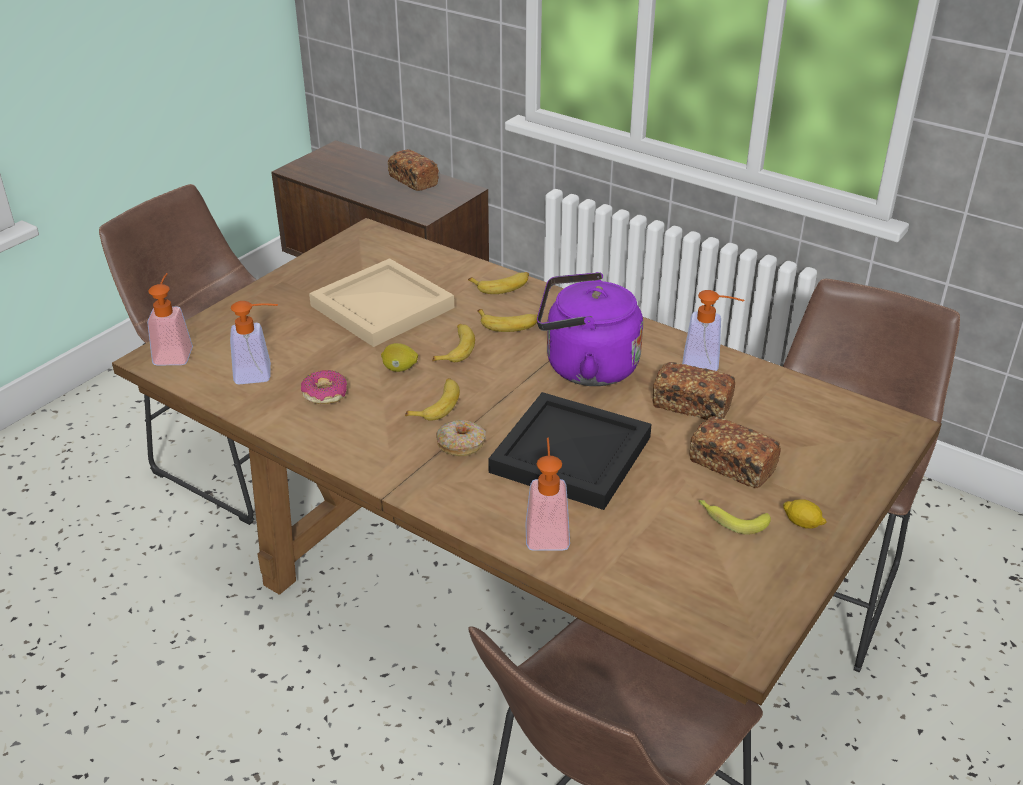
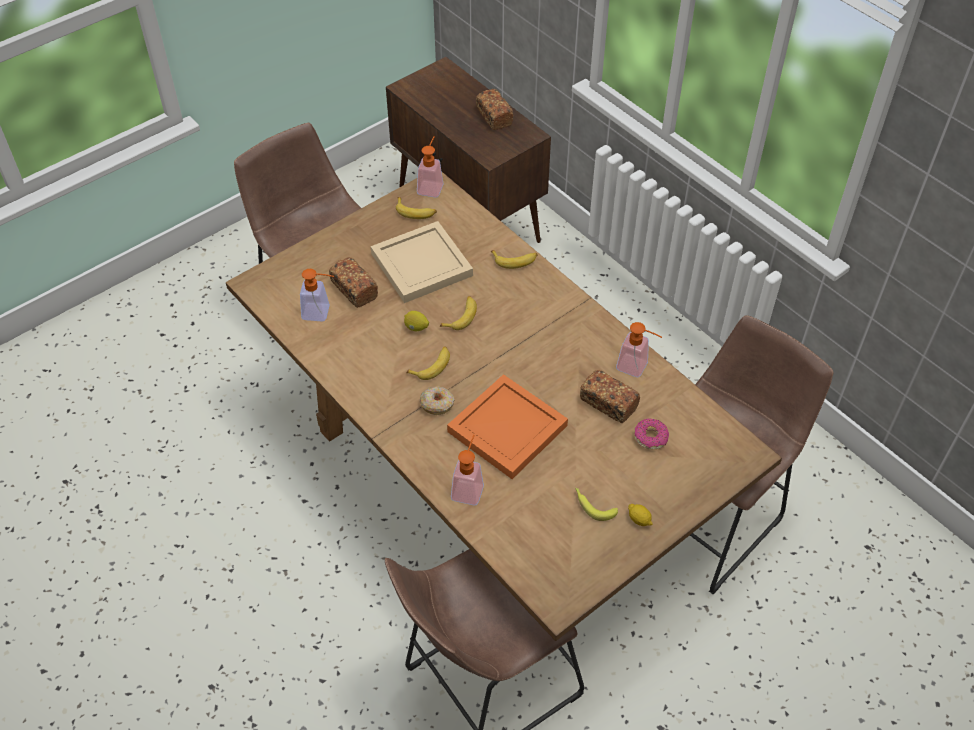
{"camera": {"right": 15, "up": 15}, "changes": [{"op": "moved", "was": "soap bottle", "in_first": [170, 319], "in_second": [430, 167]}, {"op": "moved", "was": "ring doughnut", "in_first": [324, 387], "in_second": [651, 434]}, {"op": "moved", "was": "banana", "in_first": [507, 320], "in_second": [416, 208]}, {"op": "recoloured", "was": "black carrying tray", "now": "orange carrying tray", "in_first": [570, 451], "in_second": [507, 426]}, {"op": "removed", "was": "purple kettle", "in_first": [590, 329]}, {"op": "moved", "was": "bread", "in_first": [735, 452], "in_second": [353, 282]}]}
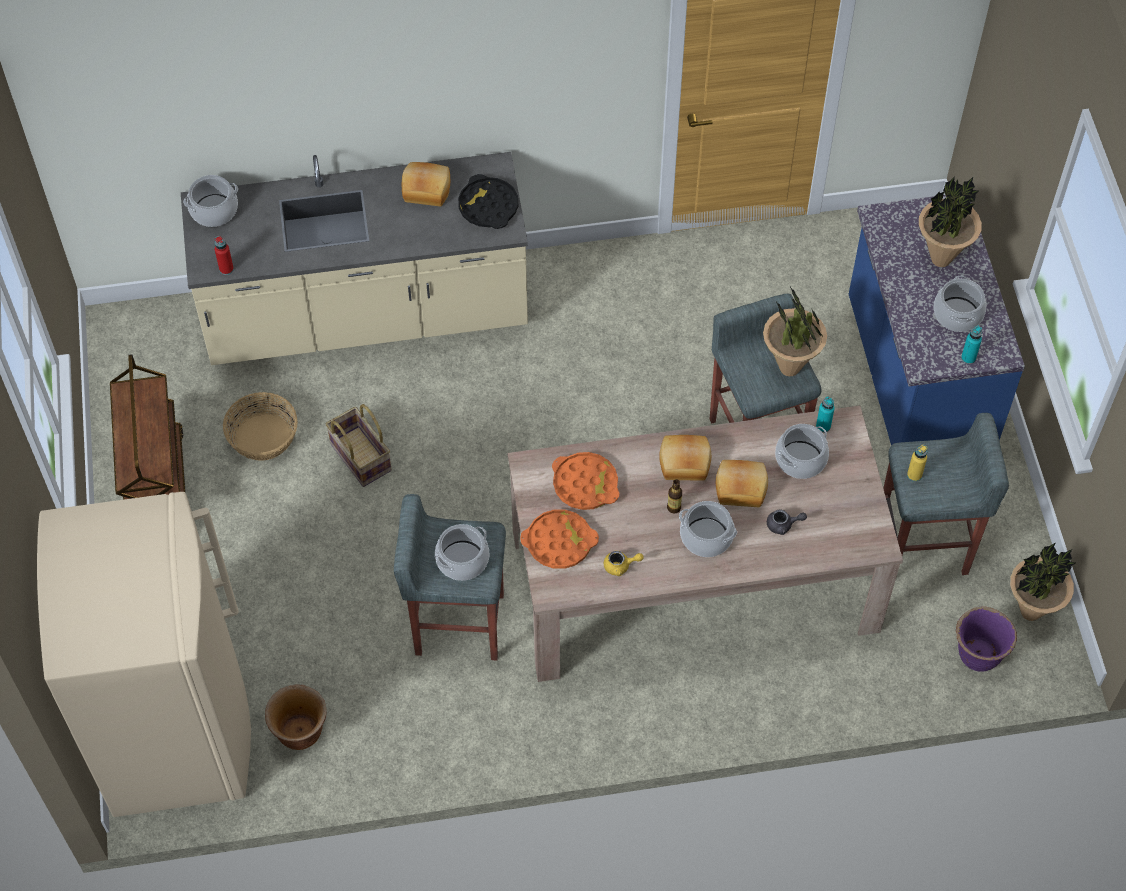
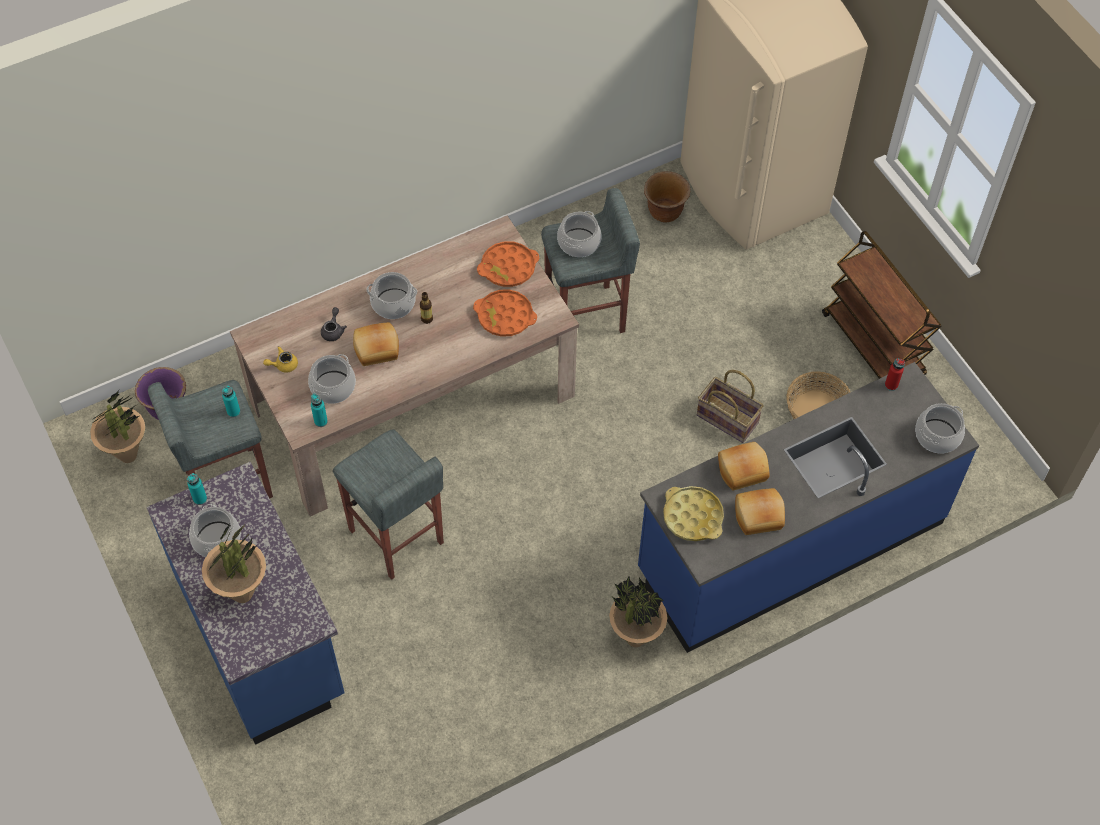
{"camera": {"right": 160, "up": 0}, "changes": [{"op": "recoloured", "was": "beige kitchen base unit", "now": "blue-coloured kitchen base unit", "in_first": [354, 258], "in_second": [808, 507]}, {"op": "recoloured", "was": "black carrying tray", "now": "yellowish carrying tray", "in_first": [488, 201], "in_second": [693, 513]}, {"op": "moved", "was": "yellowish pot for tea", "in_first": [624, 563], "in_second": [280, 359]}, {"op": "moved", "was": "bread", "in_first": [685, 458], "in_second": [744, 466]}, {"op": "moved", "was": "houseplant", "in_first": [795, 331], "in_second": [638, 611]}, {"op": "turned", "was": "grey pot for tea", "in_first": [787, 522], "in_second": [334, 324], "clockwise": 120}, {"op": "recoloured", "was": "yellowish beverage bottle", "now": "turquoise beverage bottle", "in_first": [917, 463], "in_second": [231, 401]}]}
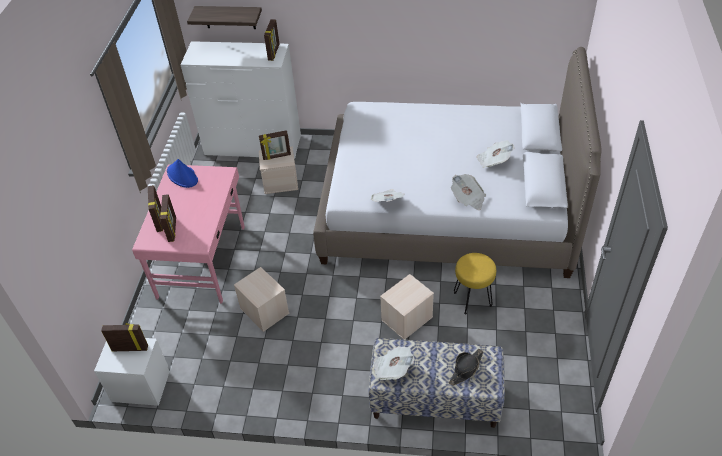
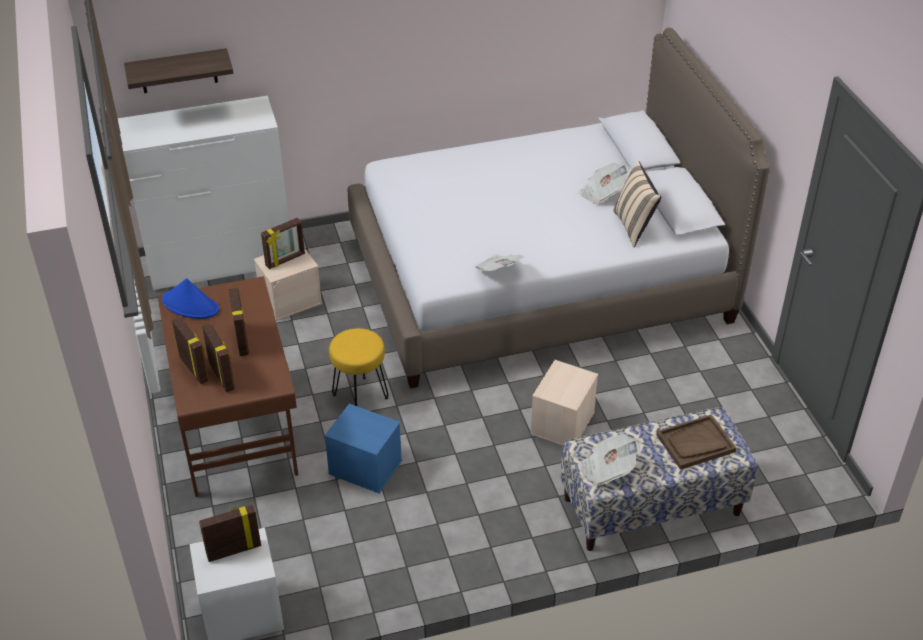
{"camera": {"right": -25, "up": -5}, "changes": [{"op": "recoloured", "was": "pink desk", "now": "brown desk", "in_first": [188, 234], "in_second": [227, 386]}, {"op": "recoloured", "was": "beige storage bin", "now": "blue-coloured storage bin", "in_first": [261, 299], "in_second": [363, 449]}, {"op": "moved", "was": "photo frame", "in_first": [272, 40], "in_second": [238, 322]}, {"op": "replaced", "was": "black hat", "now": "brown carrying tray", "in_first": [466, 367], "in_second": [696, 442]}, {"op": "removed", "was": "printed paper", "in_first": [468, 192]}, {"op": "moved", "was": "yellowish stool", "in_first": [475, 283], "in_second": [359, 367]}, {"op": "added", "now": "beige throw pillow", "in_second": [637, 204]}]}
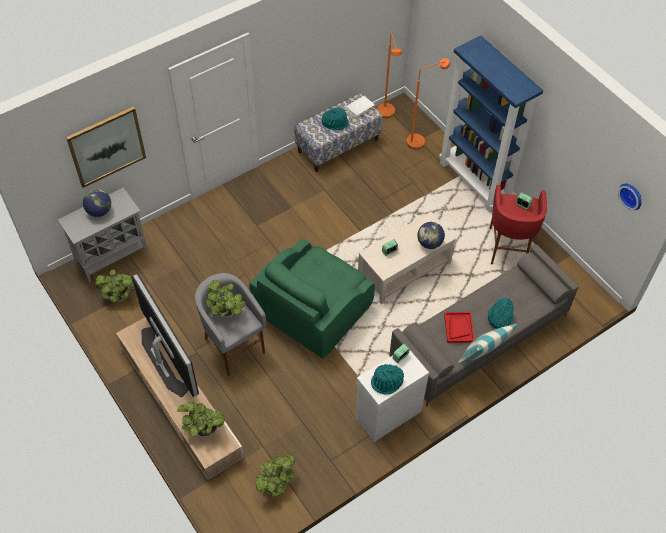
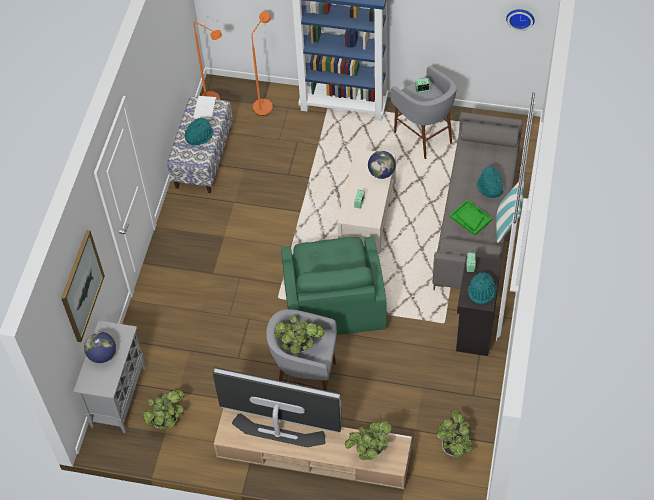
{"camera": {"right": -40, "up": 0}, "changes": [{"op": "recoloured", "was": "white-coloured cabinet", "now": "black cabinet", "in_first": [392, 396], "in_second": [479, 305]}, {"op": "recoloured", "was": "red carrying tray", "now": "green-coloured carrying tray", "in_first": [459, 327], "in_second": [471, 218]}, {"op": "recoloured", "was": "red stool", "now": "grey stool", "in_first": [518, 225], "in_second": [424, 112]}]}
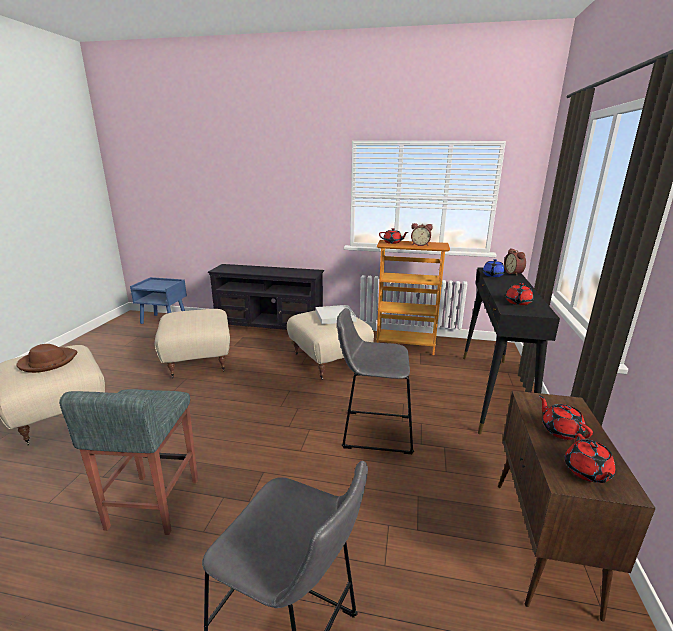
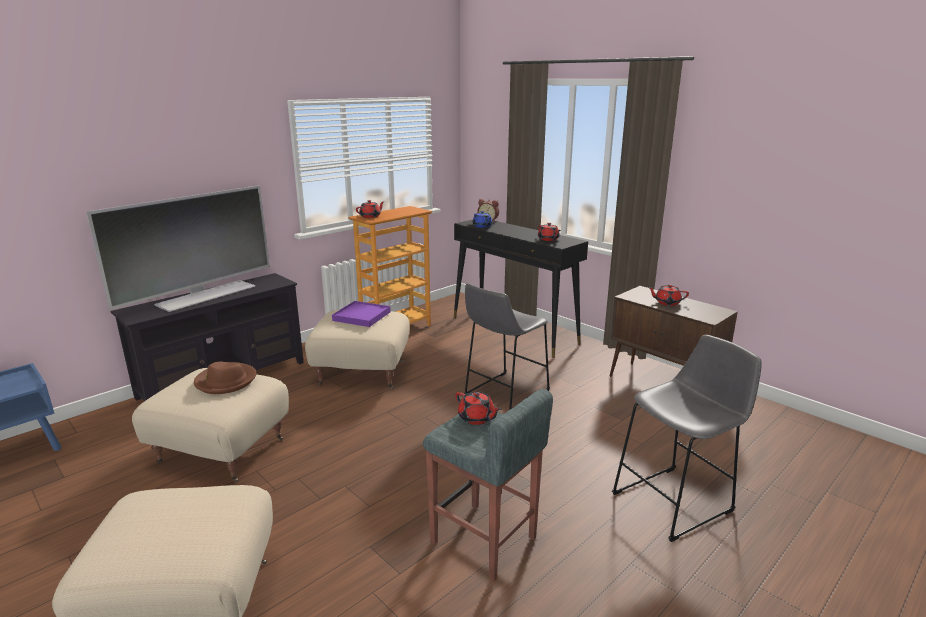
{"camera": {"right": -55, "up": 0}, "changes": [{"op": "moved", "was": "brown hat", "in_first": [47, 358], "in_second": [225, 377]}, {"op": "recoloured", "was": "white-coloured carrying tray", "now": "purple carrying tray", "in_first": [336, 314], "in_second": [361, 314]}, {"op": "removed", "was": "table clock", "in_first": [422, 234]}, {"op": "moved", "was": "red pot for tea", "in_first": [590, 458], "in_second": [478, 408]}, {"op": "added", "now": "television", "in_second": [178, 248]}]}
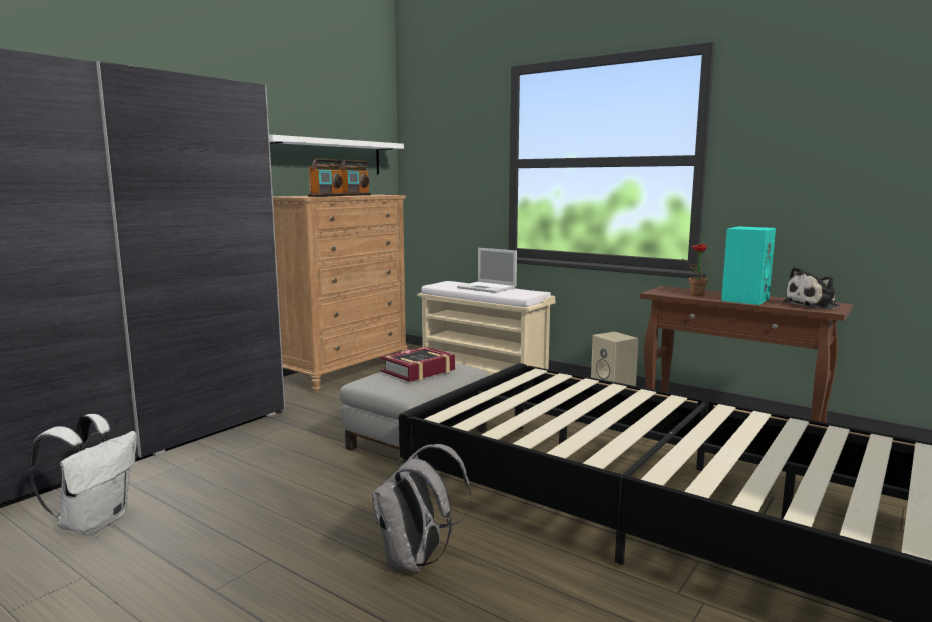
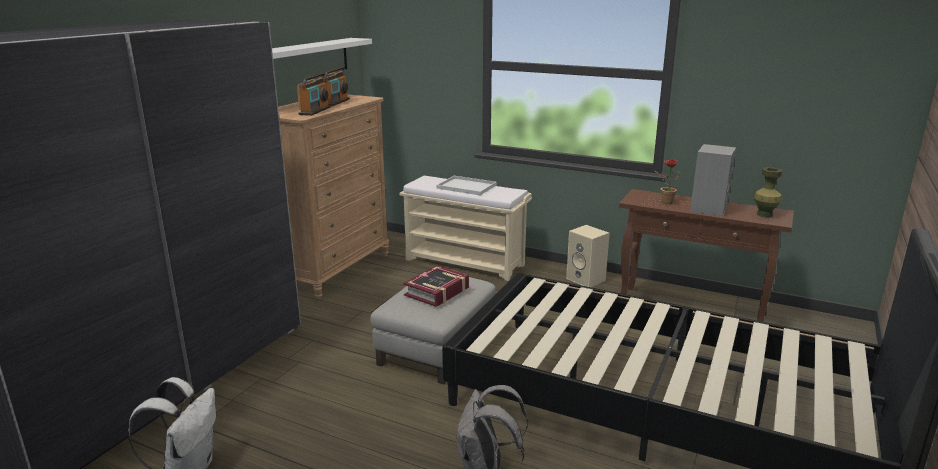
{"camera": {"right": -10, "up": 10}, "changes": [{"op": "replaced", "was": "portable computer", "now": "white-coloured carrying tray", "in_first": [487, 270], "in_second": [466, 185]}, {"op": "recoloured", "was": "turquoise audio speaker", "now": "grey audio speaker", "in_first": [748, 265], "in_second": [713, 180]}, {"op": "replaced", "was": "plush toy", "now": "green-coloured flower vase", "in_first": [811, 288], "in_second": [768, 192]}]}
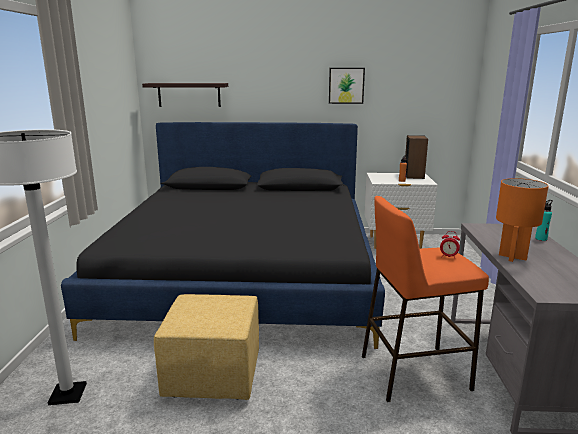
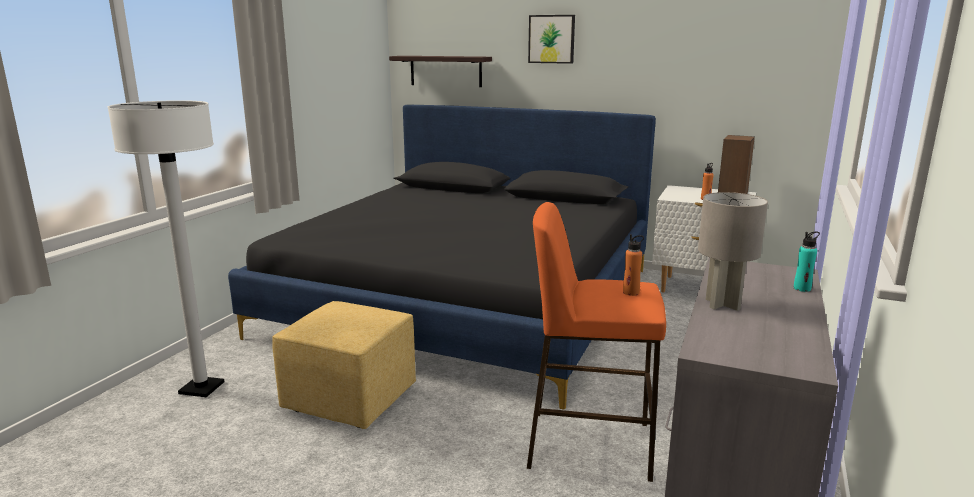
{"camera": {"right": 20, "up": 0}, "changes": [{"op": "moved", "was": "picture", "in_first": [347, 86], "in_second": [551, 39]}, {"op": "replaced", "was": "table clock", "now": "orange beverage bottle", "in_first": [450, 244], "in_second": [633, 265]}, {"op": "recoloured", "was": "orange tabletop lamp", "now": "grey tabletop lamp", "in_first": [522, 220], "in_second": [733, 251]}]}
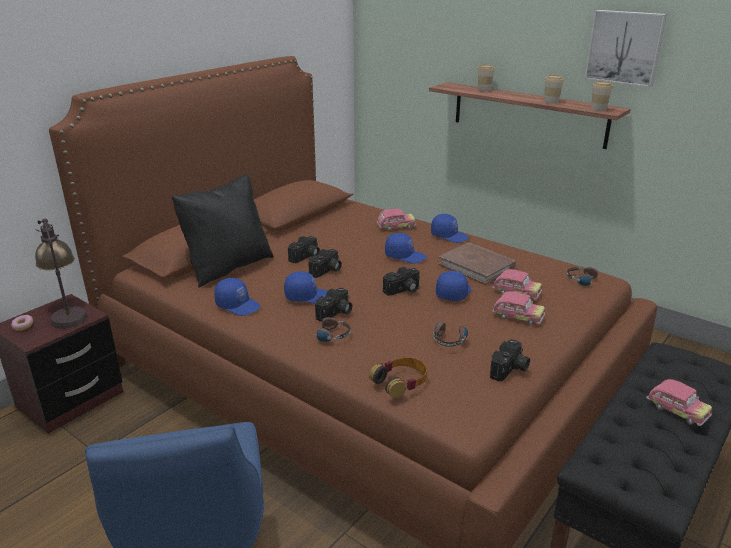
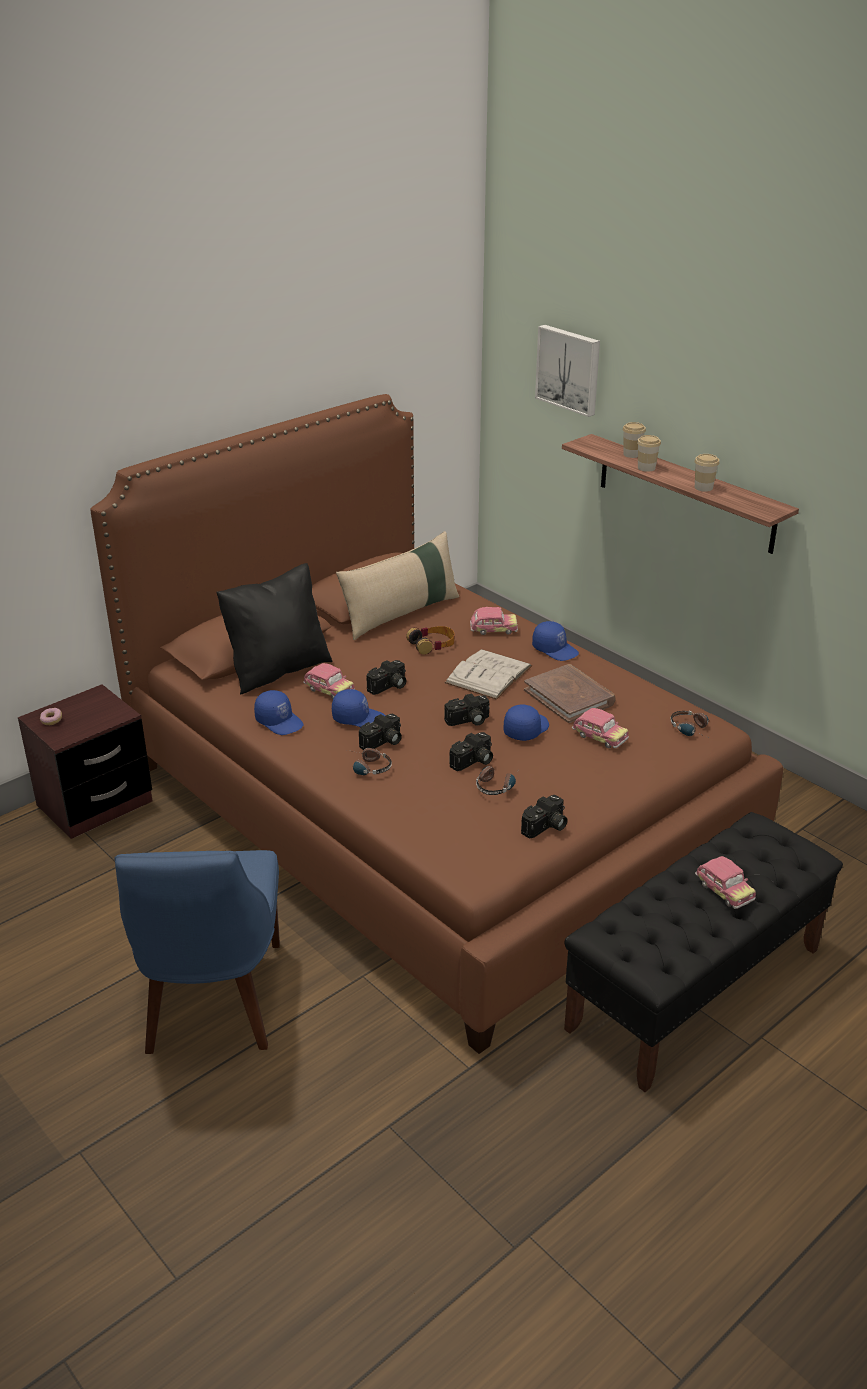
{"camera": {"right": 10, "up": 5}, "changes": [{"op": "removed", "was": "tabletop lamp", "in_first": [61, 274]}, {"op": "moved", "was": "still camera", "in_first": [304, 249], "in_second": [471, 751]}, {"op": "moved", "was": "headset", "in_first": [398, 377], "in_second": [430, 640]}, {"op": "replaced", "was": "blue-coloured baseball cap", "now": "white-coloured volume", "in_first": [406, 248], "in_second": [488, 674]}, {"op": "moved", "was": "model car", "in_first": [518, 308], "in_second": [329, 681]}, {"op": "moved", "was": "picture", "in_first": [626, 48], "in_second": [567, 371]}, {"op": "moved", "was": "small cup", "in_first": [602, 96], "in_second": [649, 453]}, {"op": "added", "now": "beige throw pillow", "in_second": [397, 585]}]}
